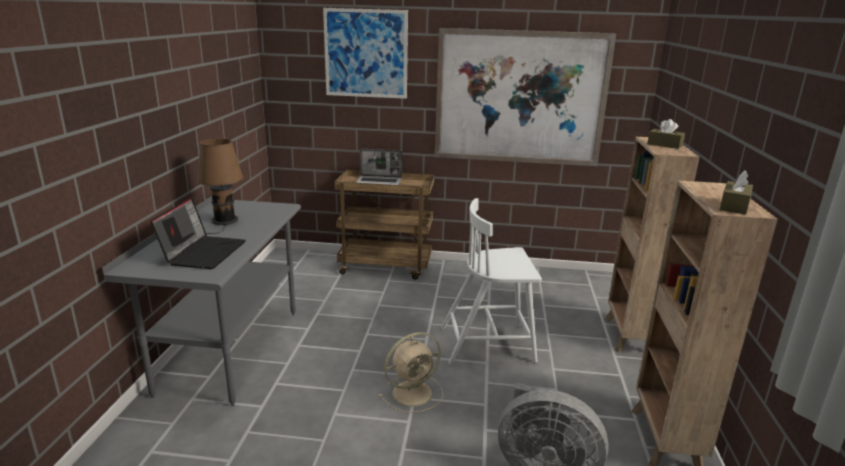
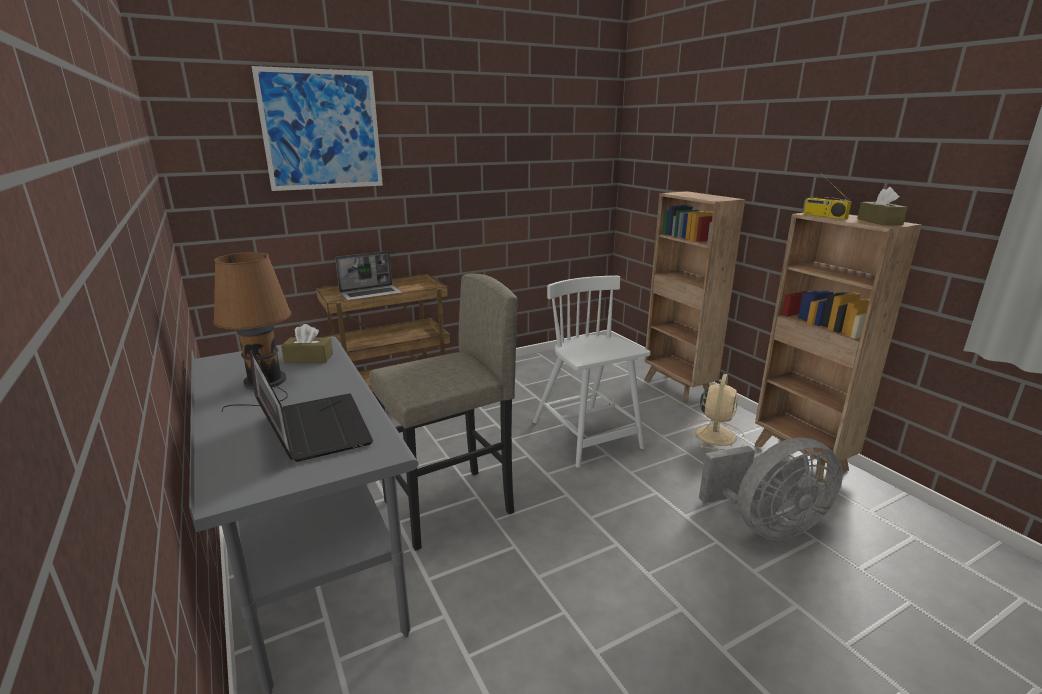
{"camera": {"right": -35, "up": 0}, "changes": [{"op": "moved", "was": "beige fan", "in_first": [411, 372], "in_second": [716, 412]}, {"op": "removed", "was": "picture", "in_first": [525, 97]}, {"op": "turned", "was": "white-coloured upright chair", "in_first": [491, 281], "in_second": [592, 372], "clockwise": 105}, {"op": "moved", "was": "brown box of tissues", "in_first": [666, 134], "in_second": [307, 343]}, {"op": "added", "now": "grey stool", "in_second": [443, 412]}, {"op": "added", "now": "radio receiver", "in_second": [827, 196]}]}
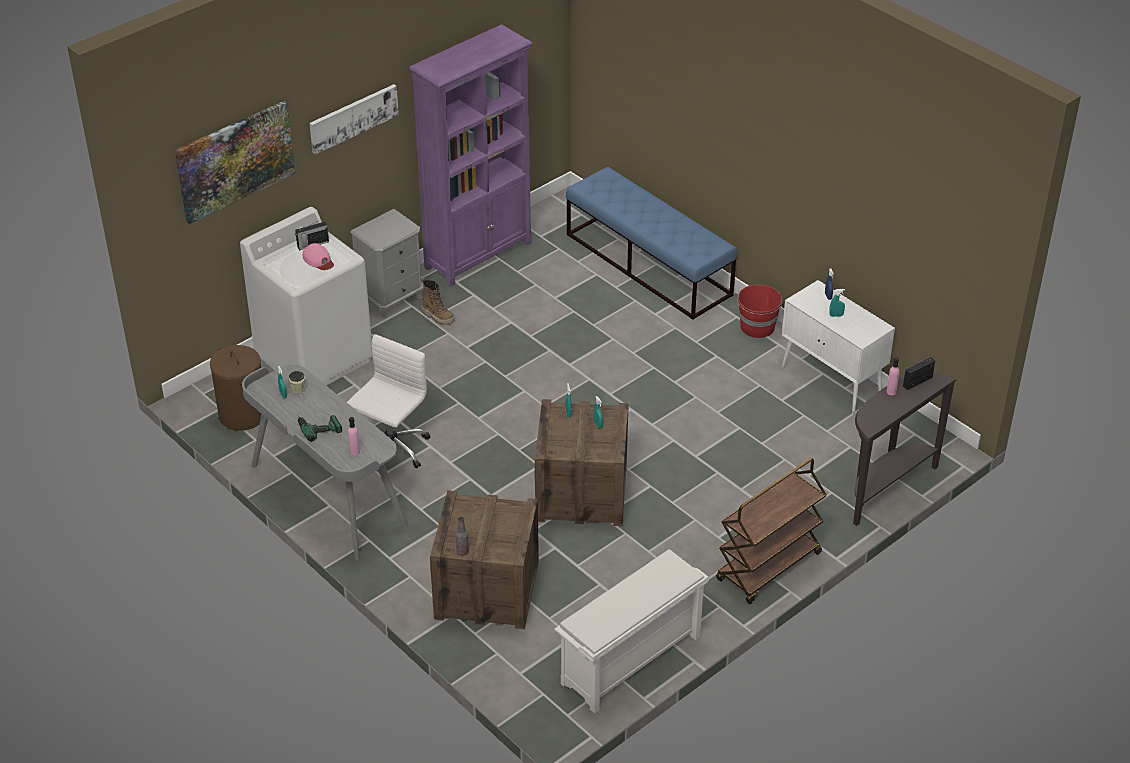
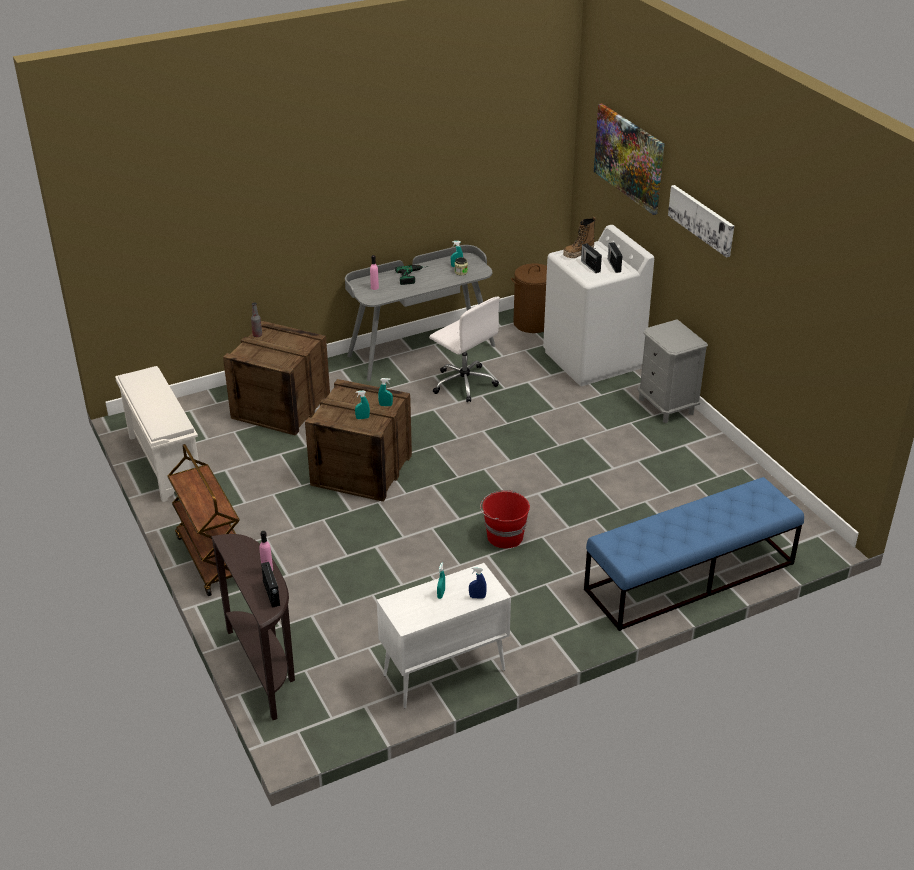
{"camera": {"right": 105, "up": -5}, "changes": [{"op": "replaced", "was": "pink baseball cap", "now": "radio receiver", "in_first": [318, 256], "in_second": [591, 258]}, {"op": "removed", "was": "purple shelving unit", "in_first": [471, 155]}, {"op": "moved", "was": "high-top boot", "in_first": [438, 301], "in_second": [579, 237]}, {"op": "moved", "was": "red pail", "in_first": [760, 311], "in_second": [505, 519]}]}
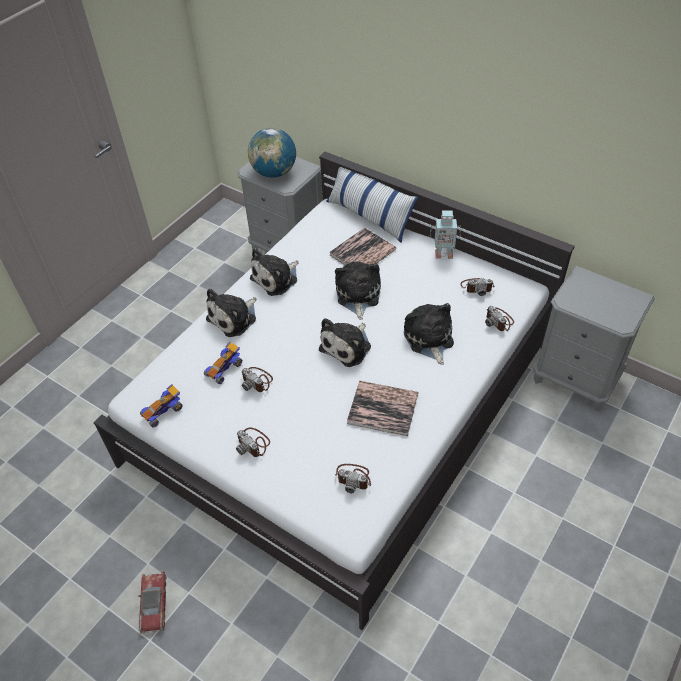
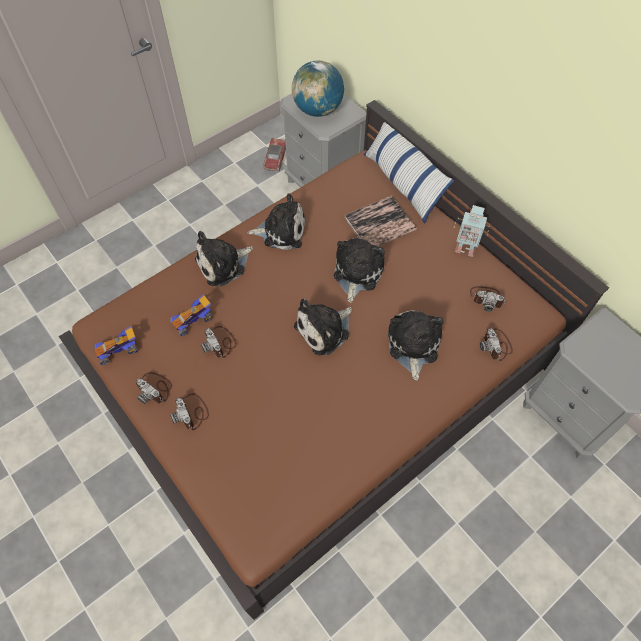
{"camera": {"right": 15, "up": 10}, "changes": [{"op": "recoloured", "was": "white-coloured bedroom bed", "now": "brown bedroom bed", "in_first": [334, 391], "in_second": [334, 360]}, {"op": "moved", "was": "model car", "in_first": [152, 602], "in_second": [275, 154]}, {"op": "turned", "was": "plush toy", "in_first": [274, 272], "in_second": [276, 221], "clockwise": -150}, {"op": "moved", "was": "still camera", "in_first": [353, 478], "in_second": [154, 388]}, {"op": "removed", "was": "volume", "in_first": [382, 408]}]}
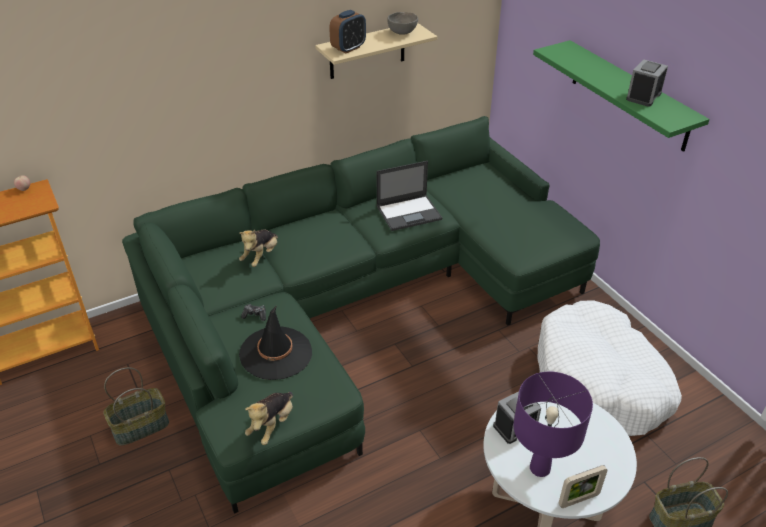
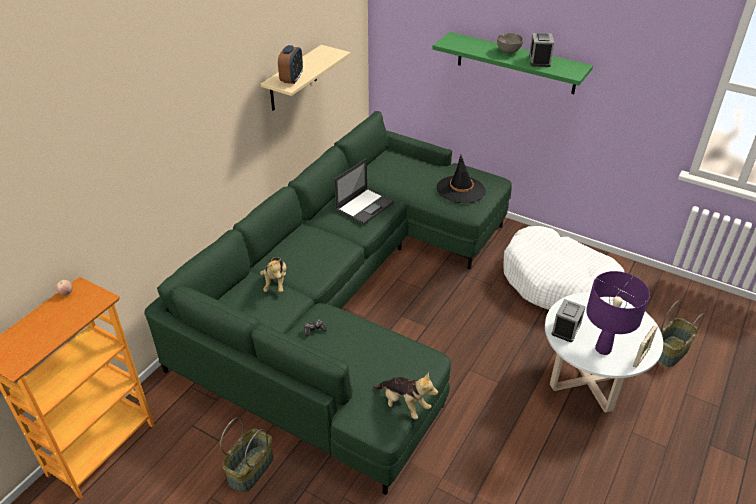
{"camera": {"right": -30, "up": 0}, "changes": [{"op": "moved", "was": "black hat", "in_first": [275, 342], "in_second": [461, 179]}, {"op": "turned", "was": "plush toy", "in_first": [269, 418], "in_second": [405, 395], "clockwise": -45}, {"op": "moved", "was": "grey bowl", "in_first": [402, 23], "in_second": [510, 43]}]}
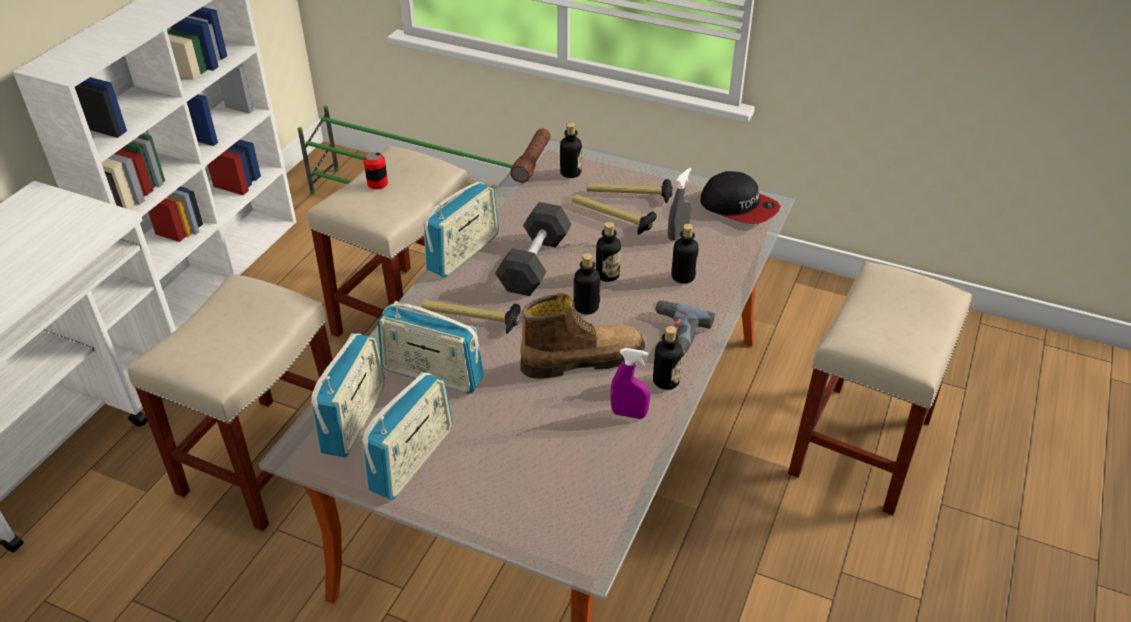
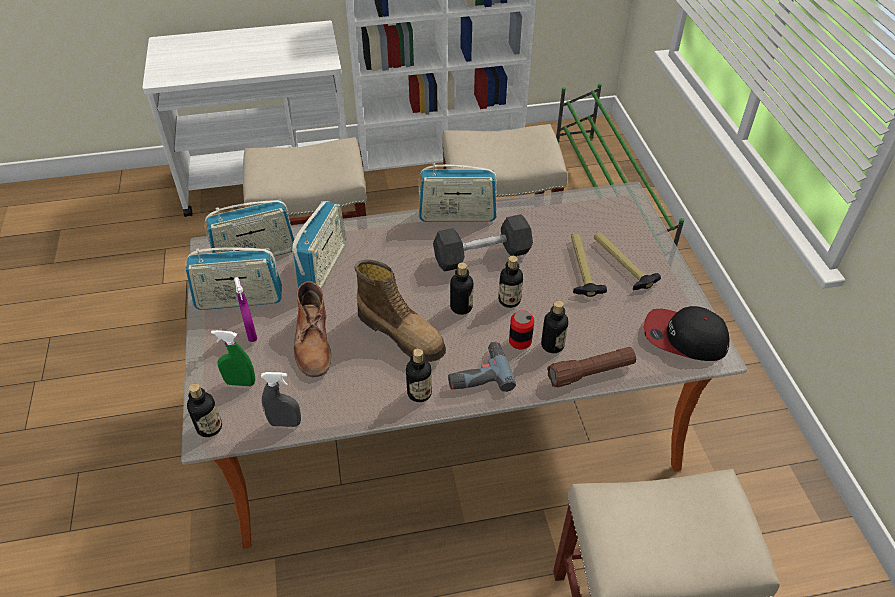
{"camera": {"right": 55, "up": 5}, "changes": [{"op": "moved", "was": "sealed can", "in_first": [376, 170], "in_second": [521, 330]}, {"op": "turned", "was": "radio receiver", "in_first": [431, 347], "in_second": [319, 245], "clockwise": -150}, {"op": "removed", "was": "tool hammer", "in_first": [471, 317]}, {"op": "moved", "was": "brown hand torch", "in_first": [530, 156], "in_second": [591, 367]}, {"op": "moved", "was": "beverage bottle", "in_first": [571, 150], "in_second": [204, 410]}, {"op": "moved", "was": "purple hand sprayer", "in_first": [630, 383], "in_second": [245, 309]}, {"op": "moved", "was": "grey hand sprayer", "in_first": [679, 204], "in_second": [281, 399]}, {"op": "turned", "was": "baseball cap", "in_first": [740, 197], "in_second": [687, 333], "clockwise": 105}, {"op": "added", "now": "green-coloured hand sprayer", "in_second": [233, 358]}, {"op": "added", "now": "brown high-top boot", "in_second": [312, 329]}]}
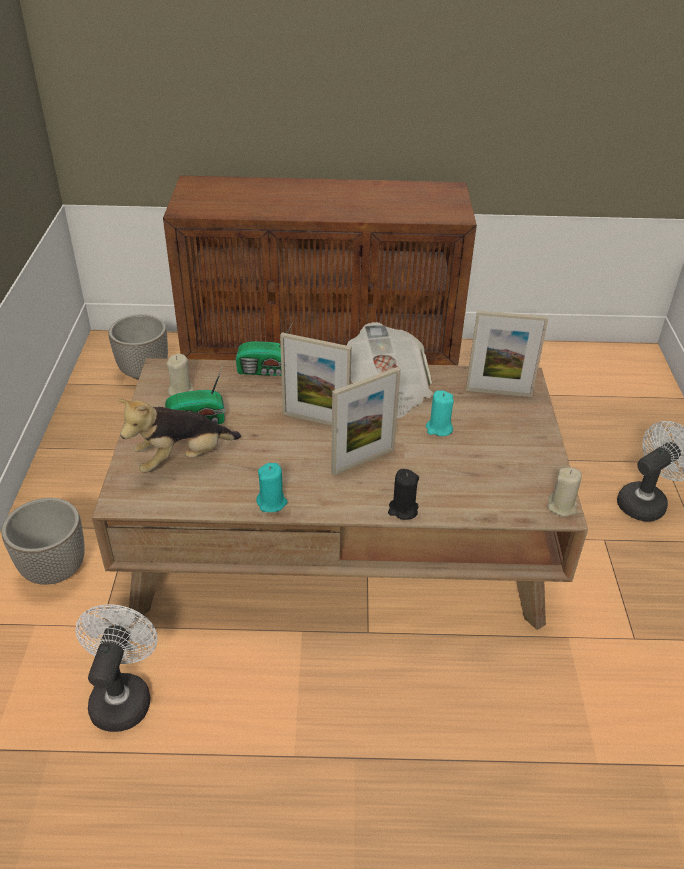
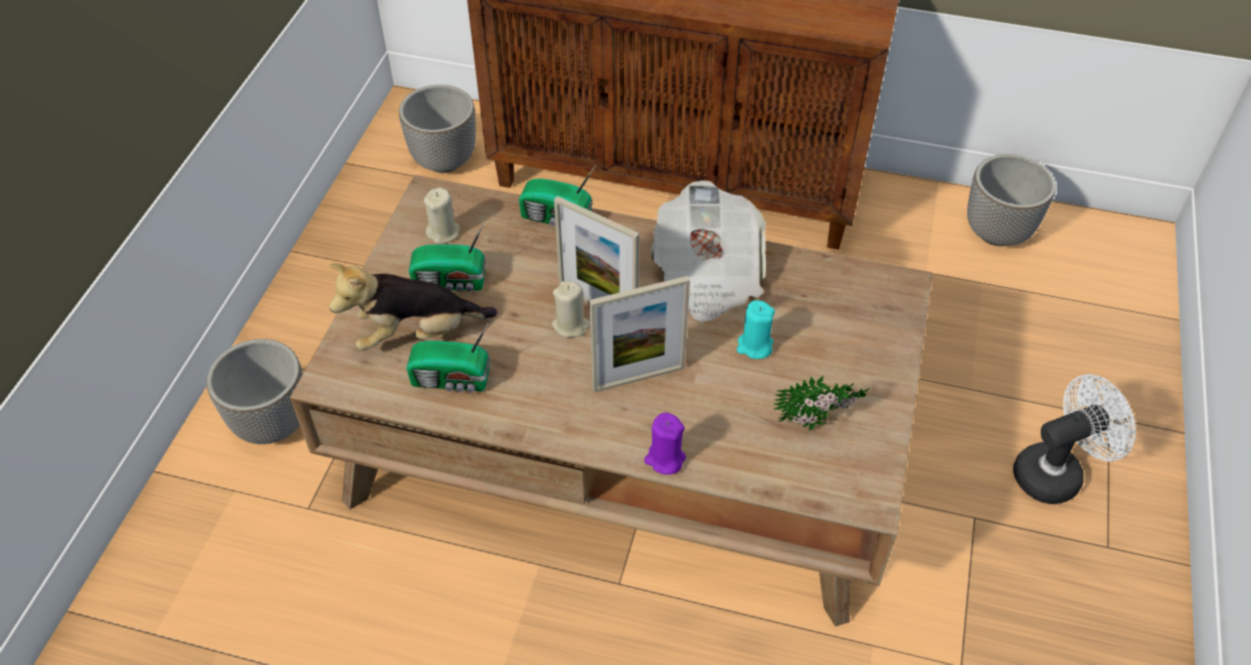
{"camera": {"right": 15, "up": 10}, "changes": [{"op": "removed", "was": "white-coloured fan", "in_first": [116, 668]}, {"op": "removed", "was": "turquoise candle", "in_first": [271, 487]}, {"op": "recoloured", "was": "black candle", "now": "purple candle", "in_first": [403, 494], "in_second": [665, 444]}, {"op": "removed", "was": "photo frame", "in_first": [507, 353]}, {"op": "moved", "was": "beige candle", "in_first": [564, 491], "in_second": [571, 309]}, {"op": "added", "now": "radio receiver", "in_second": [448, 357]}, {"op": "added", "now": "houseplant", "in_second": [821, 403]}, {"op": "added", "now": "flower pot", "in_second": [1011, 200]}]}
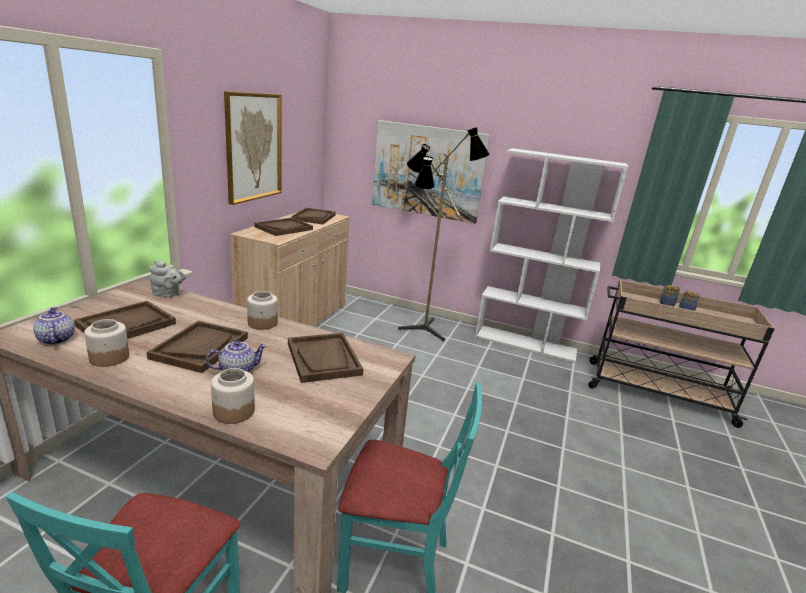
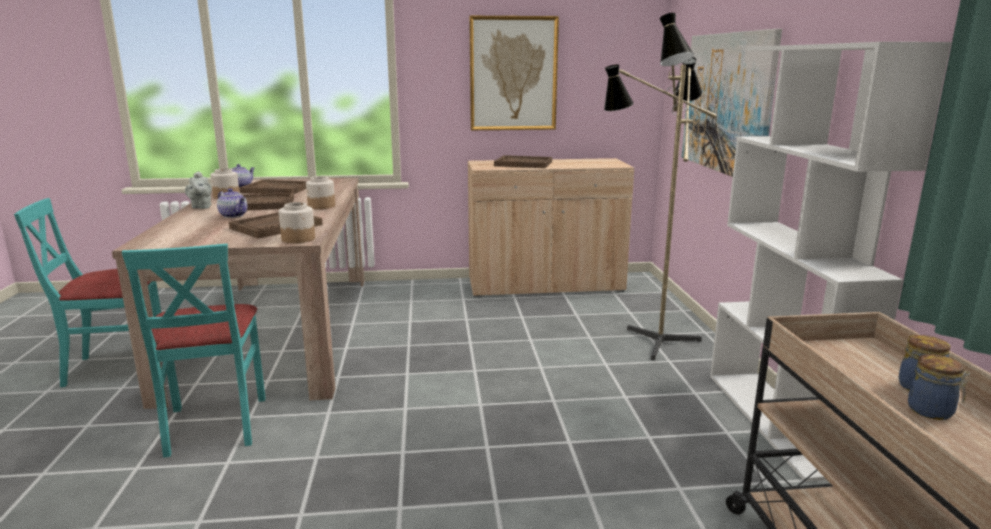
{"camera": {"right": 65, "up": -5}, "changes": [{"op": "moved", "was": "grey pot for tea", "in_first": [168, 279], "in_second": [198, 190]}, {"op": "moved", "was": "preserve jar", "in_first": [233, 396], "in_second": [297, 222]}, {"op": "removed", "was": "brown carrying tray", "in_first": [313, 216]}]}
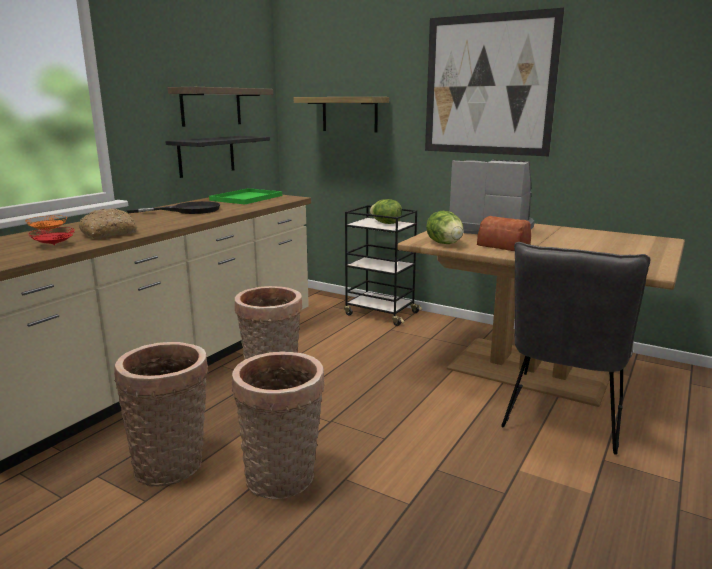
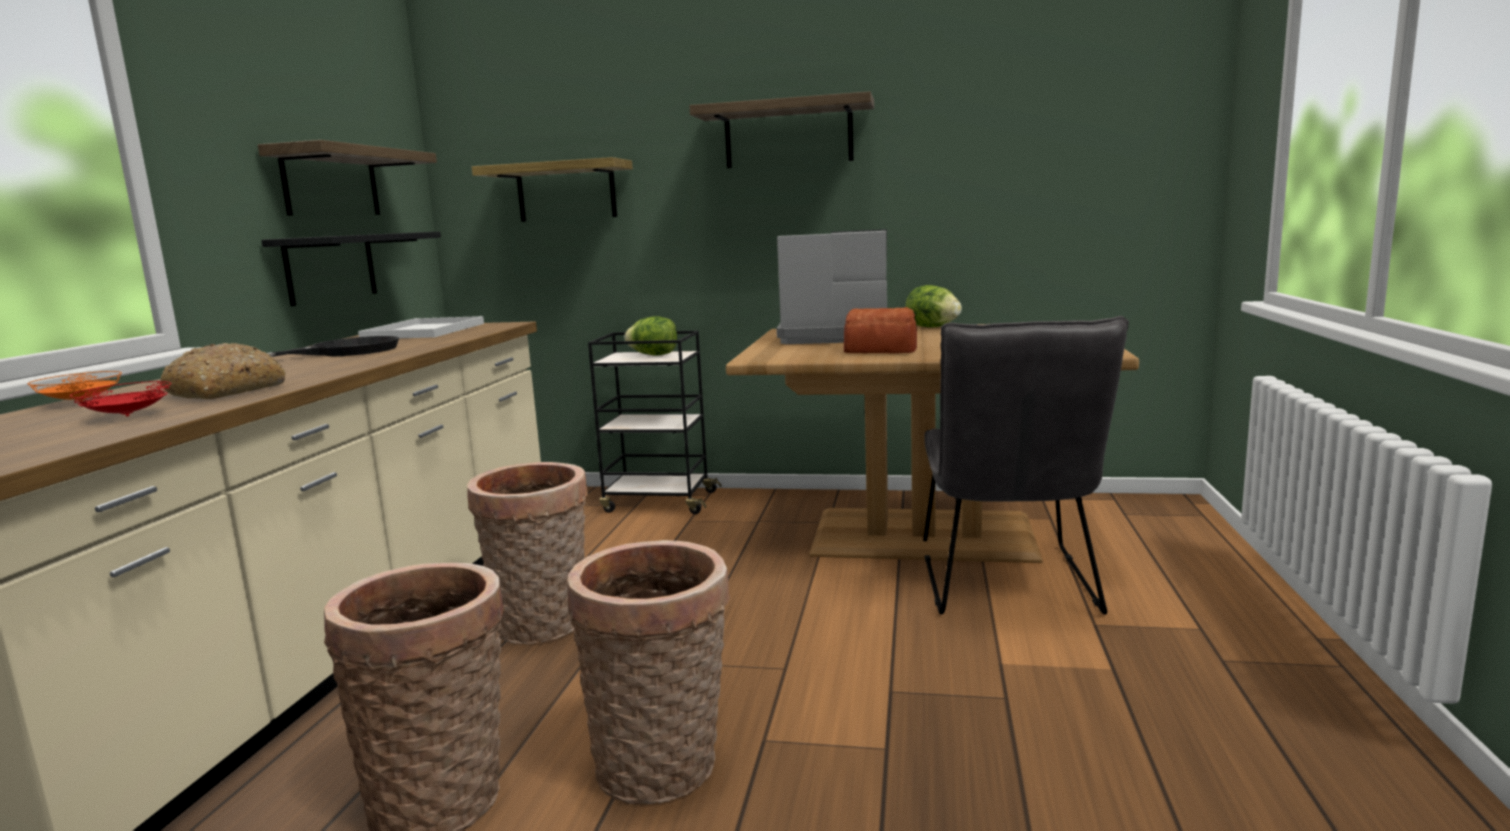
{"camera": {"right": -20, "up": -5}, "changes": [{"op": "recoloured", "was": "green-coloured carrying tray", "now": "white-coloured carrying tray", "in_first": [245, 196], "in_second": [421, 327]}, {"op": "replaced", "was": "picture", "now": "bracket shelf", "in_first": [494, 82], "in_second": [781, 129]}, {"op": "moved", "was": "lettuce head", "in_first": [444, 227], "in_second": [933, 306]}]}
